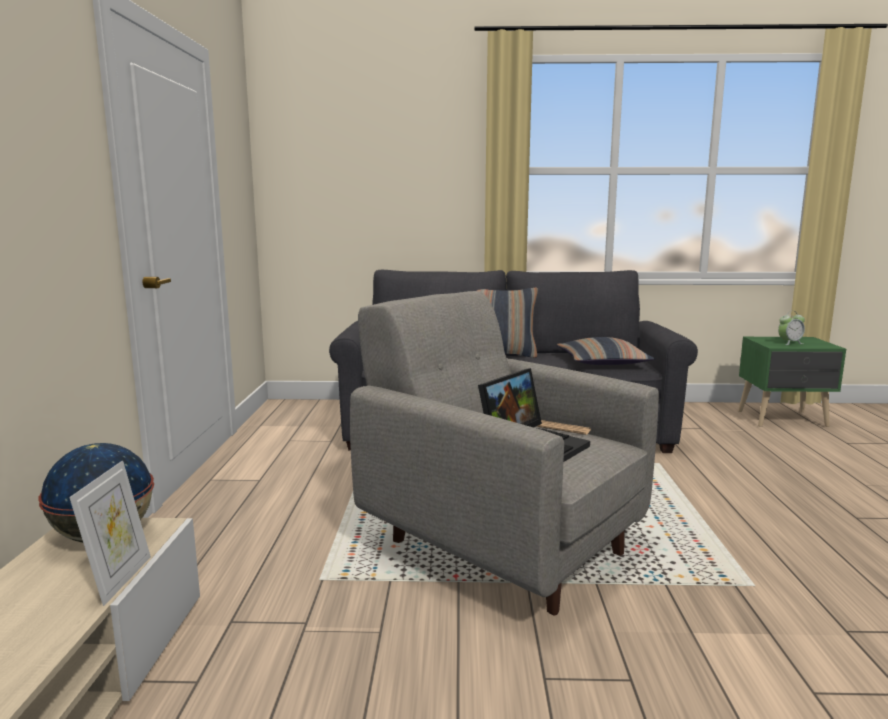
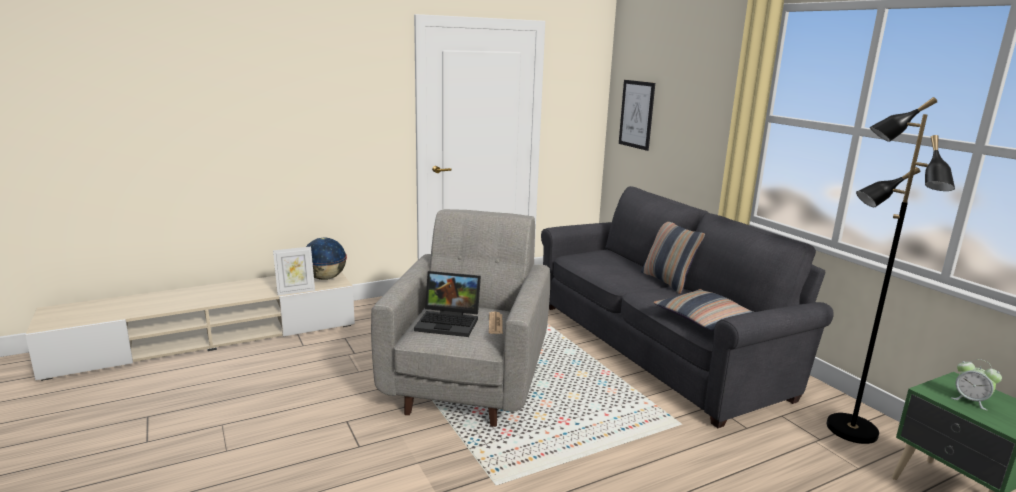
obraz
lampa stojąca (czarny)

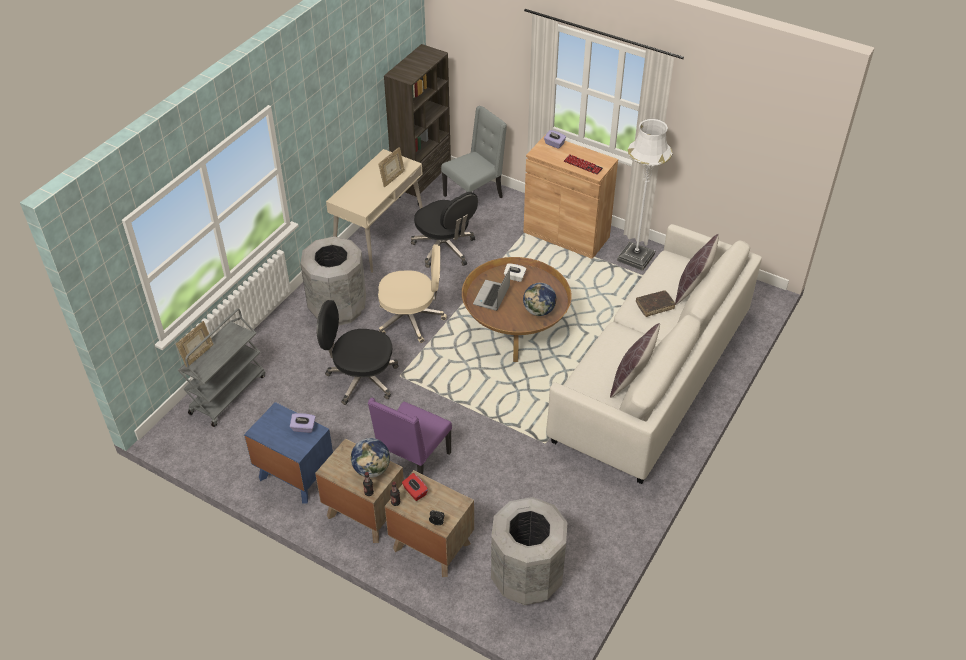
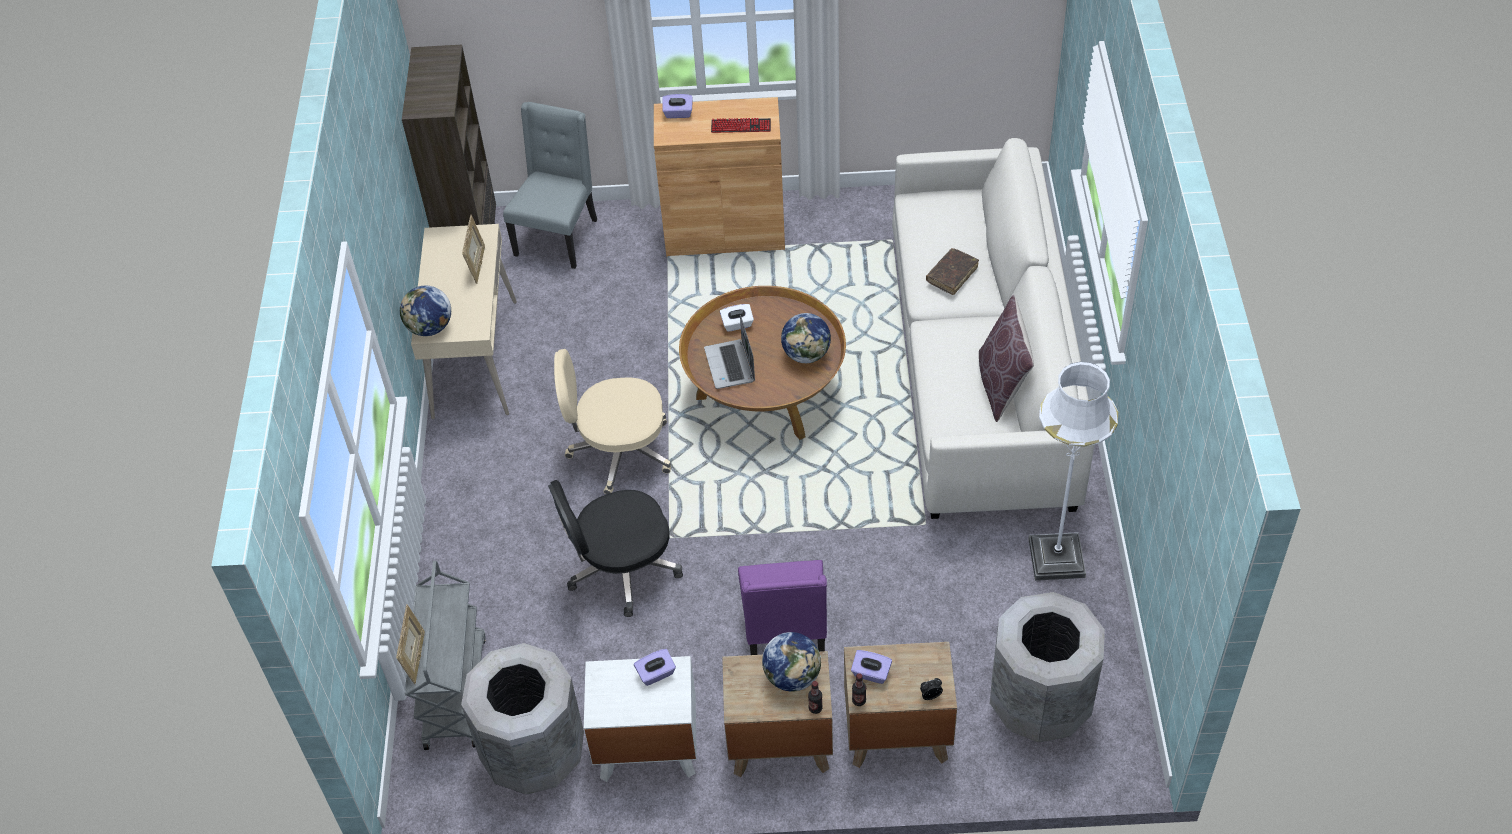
krzesło biurowe (czarny) (2nd from left in the first image)
poduszka (brązowy) (2nd from left in the first image)
globus (1st from left)
kosz na śmieci (szary) (1st from left)
lampa stojąca (biały)
szafka nocna (biały)
pudełko chusteczek (fioletowy) (3rd from left)
krzesło biurowe (beżowy)

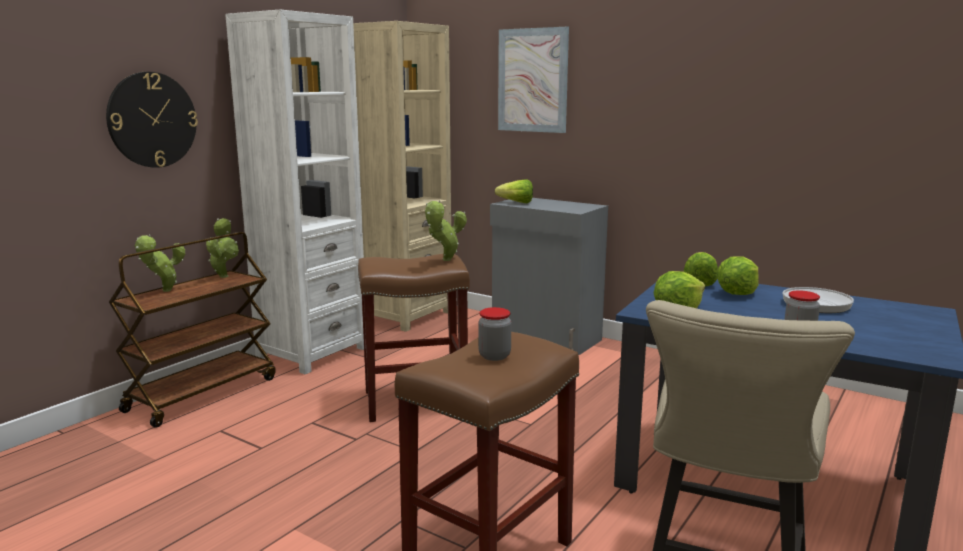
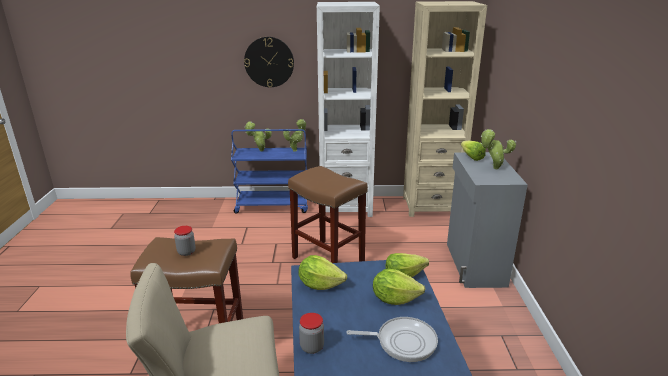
obraz
roślina doniczkowa (3rd from left)
wózek (niebieski)

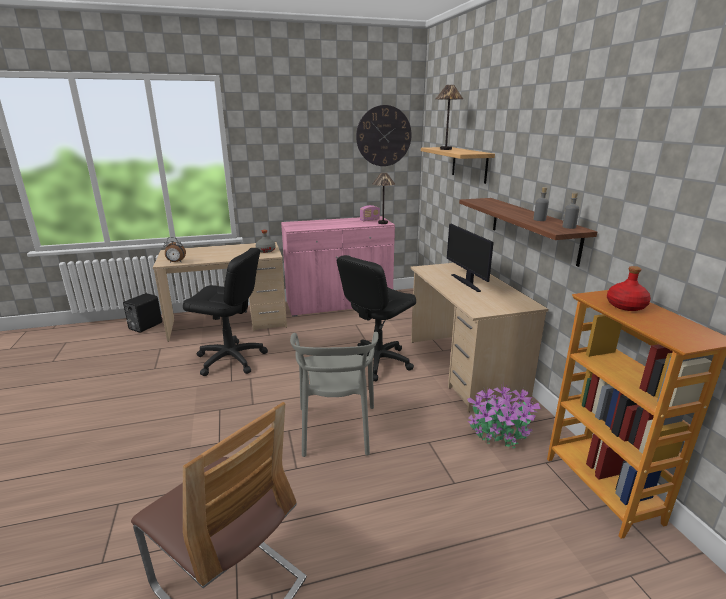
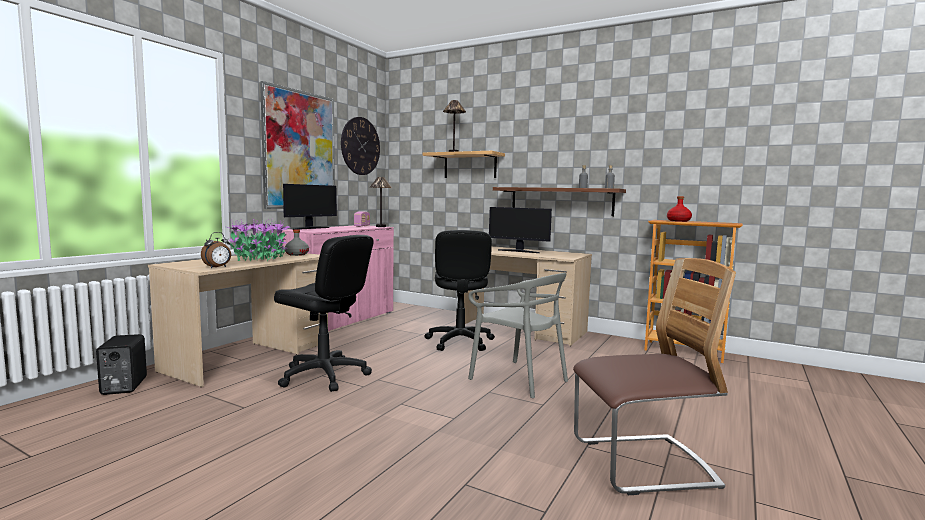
obraz
monitor (1st from left)
roślina doniczkowa
krzesło biurowe (czarny) (1st from left)

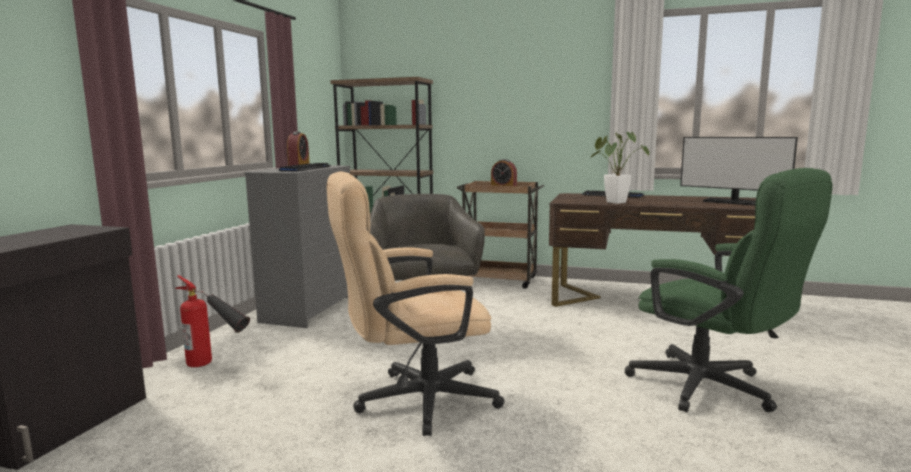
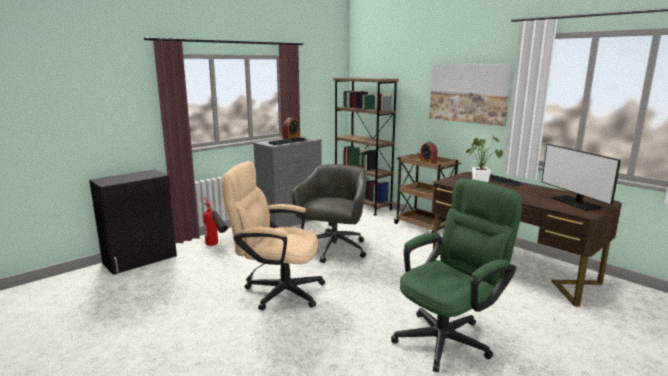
obraz
krzesło biurowe (zielony)

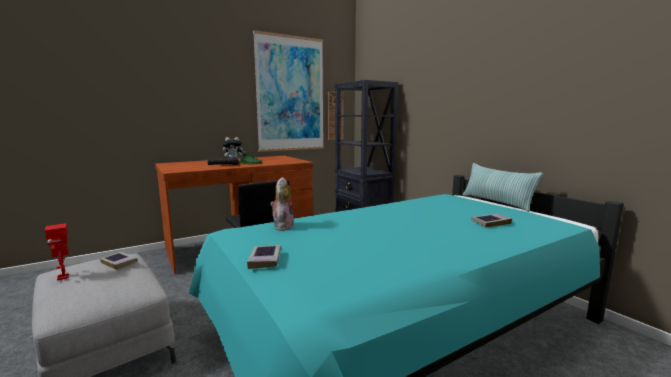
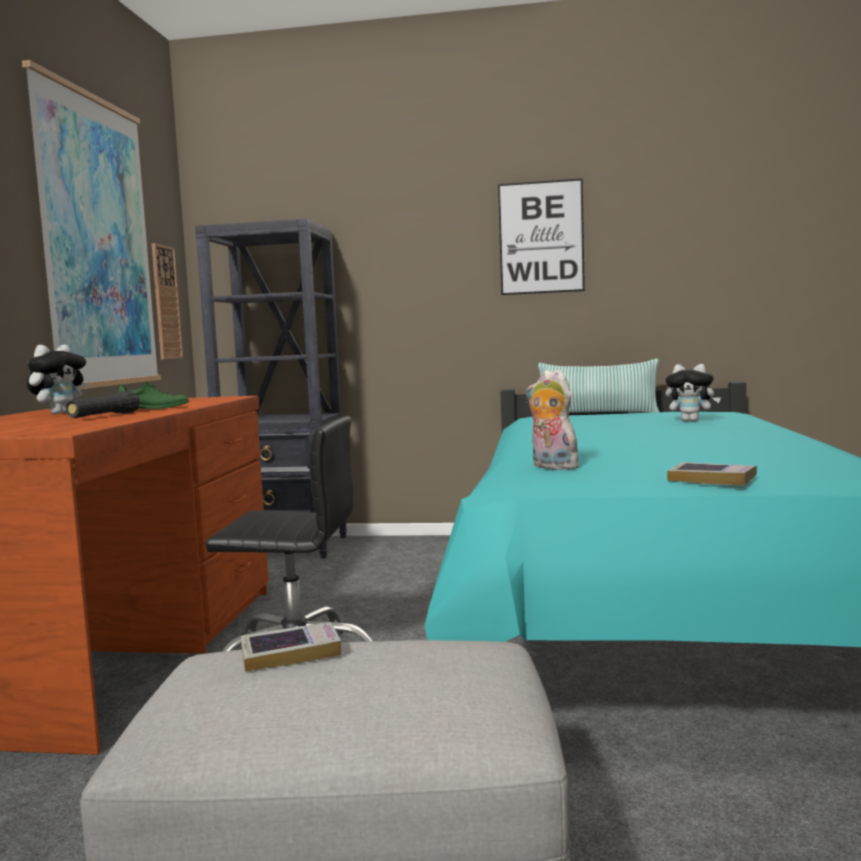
robot zabawkowy
obraz (2nd from left)
pluszak (3rd from left)

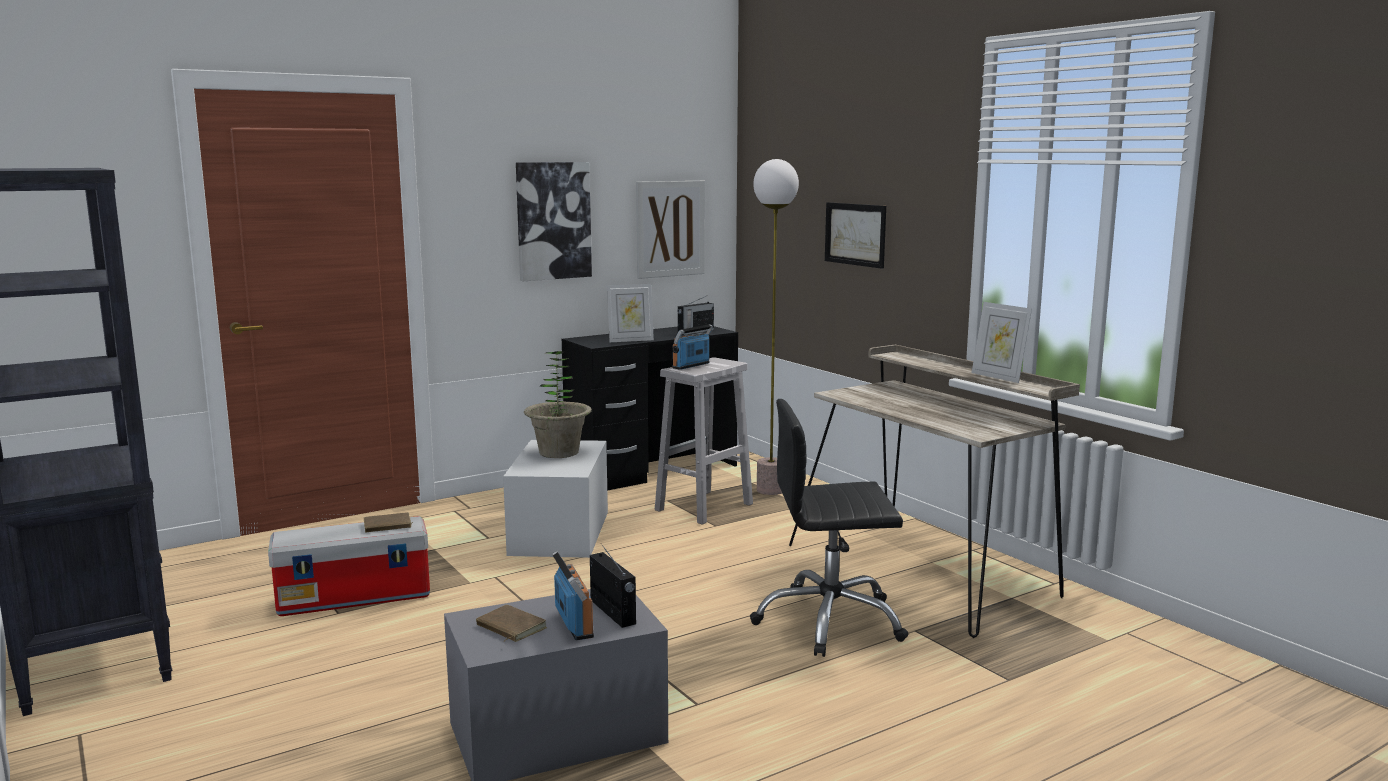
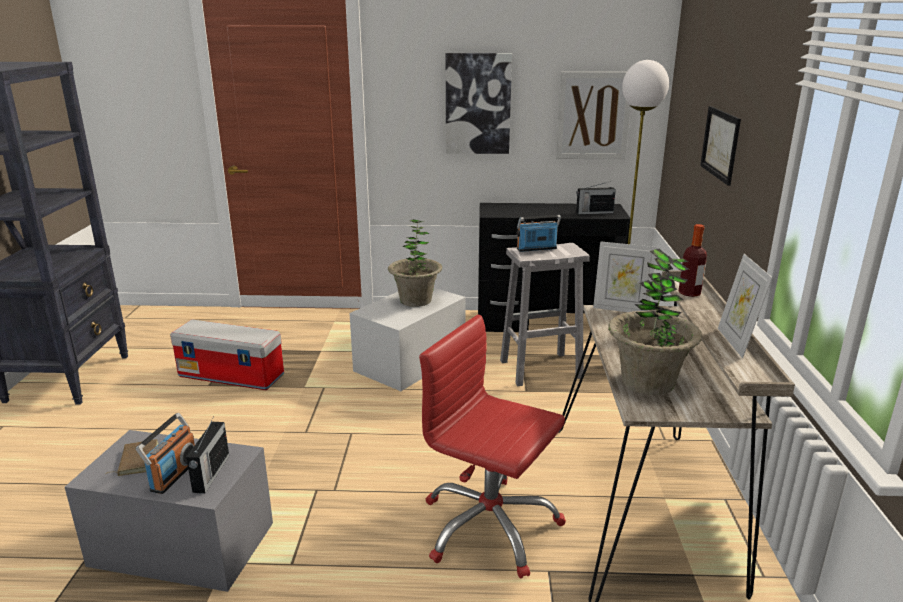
książka (brązowy) (1st from left in the first image)
roślina doniczkowa (2nd from left)
butelka
ramka na zdjęcie (1st from left)
krzesło biurowe (czerwony)

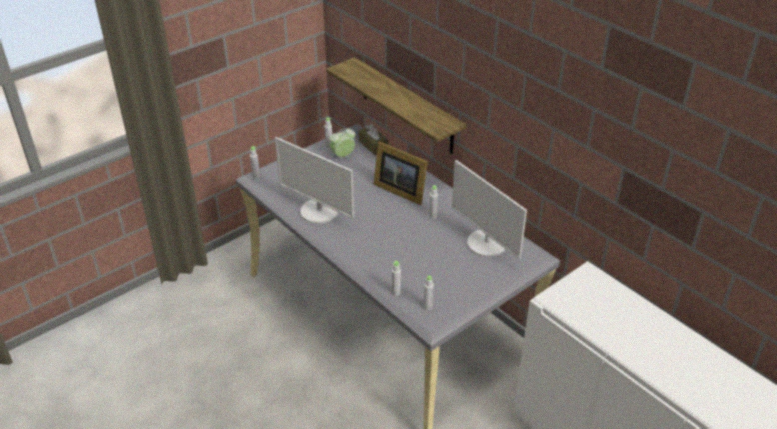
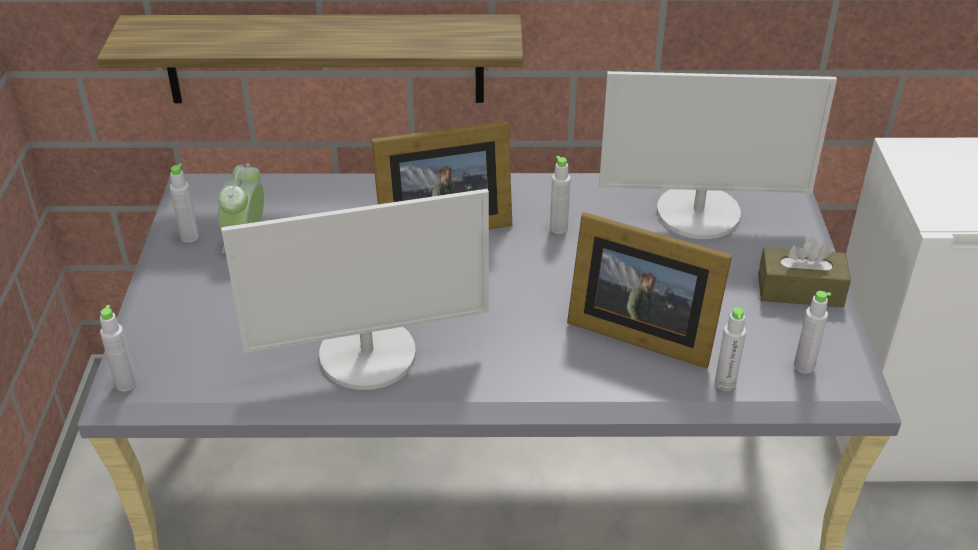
ramka na zdjęcie (2nd from left)
pudełko chusteczek (brązowy)

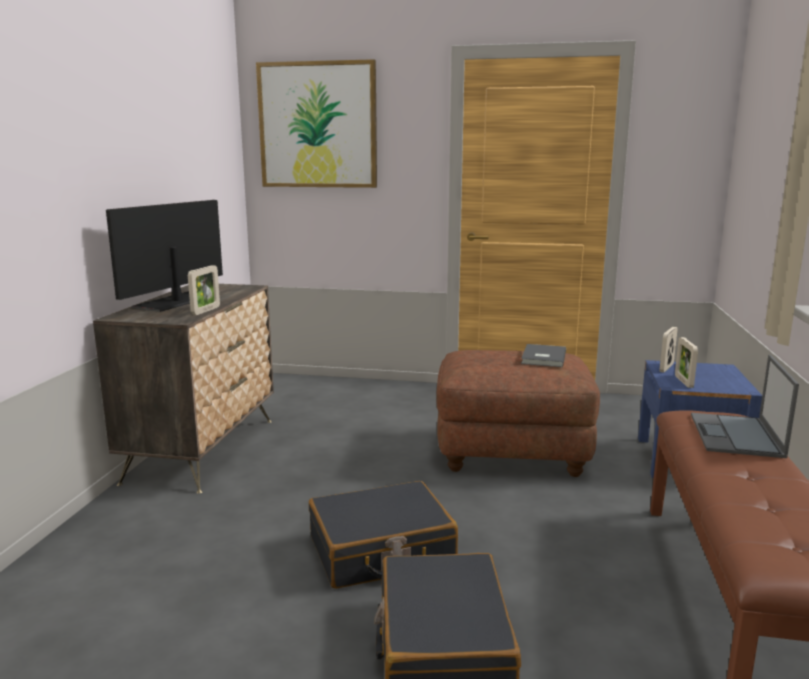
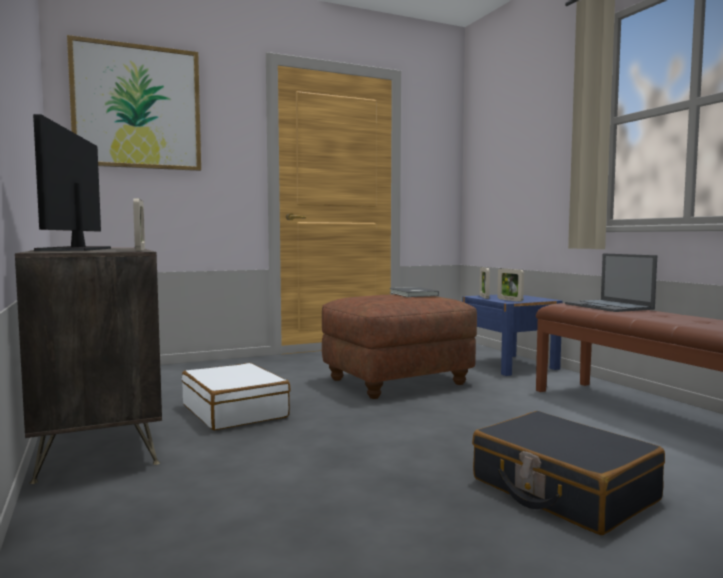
walizka (czarny) (1st from left in the first image)
walizka (biały)

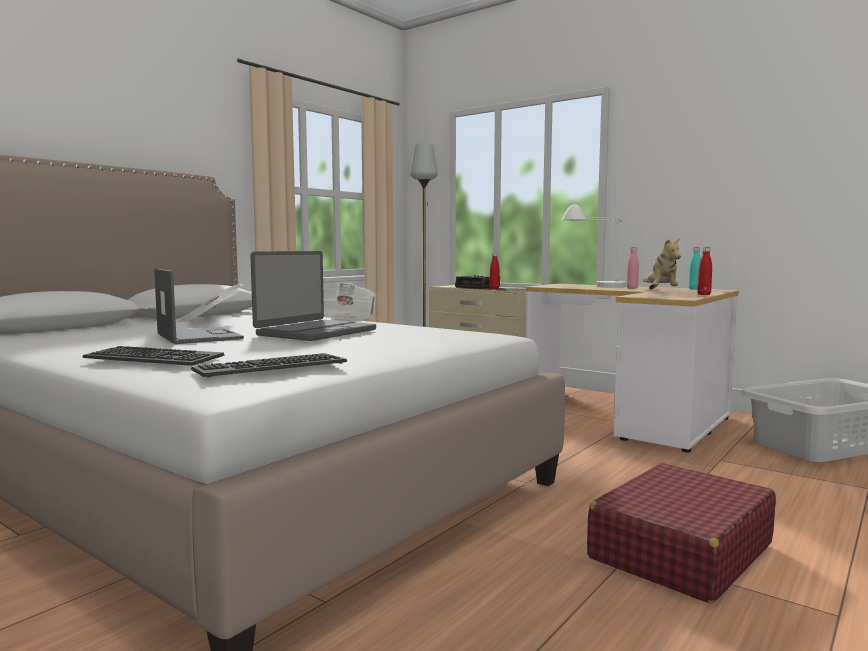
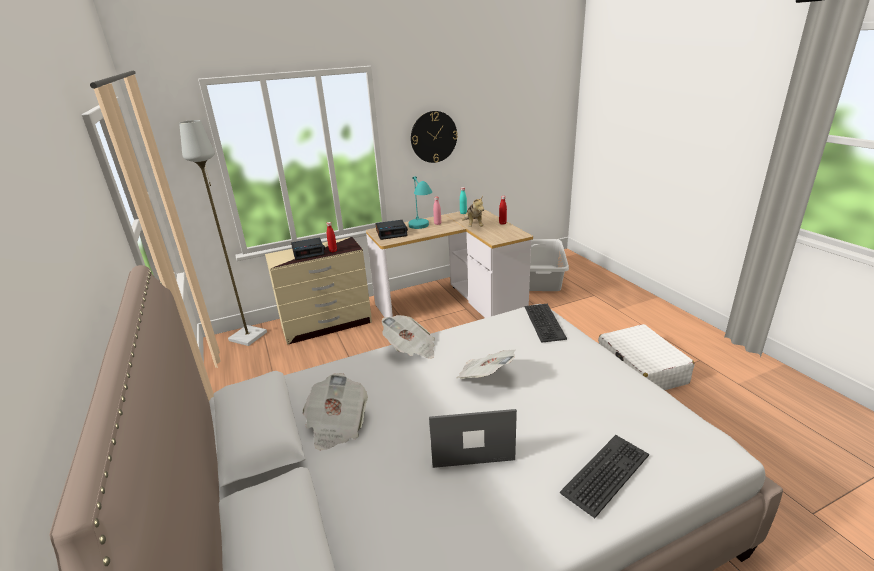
budzik (2nd from left)
zegar ścienny
klawiatura (1st from left)
gazeta (3rd from left)
lampa stołowa (turkusowy)
walizka (biały)
pluszak

